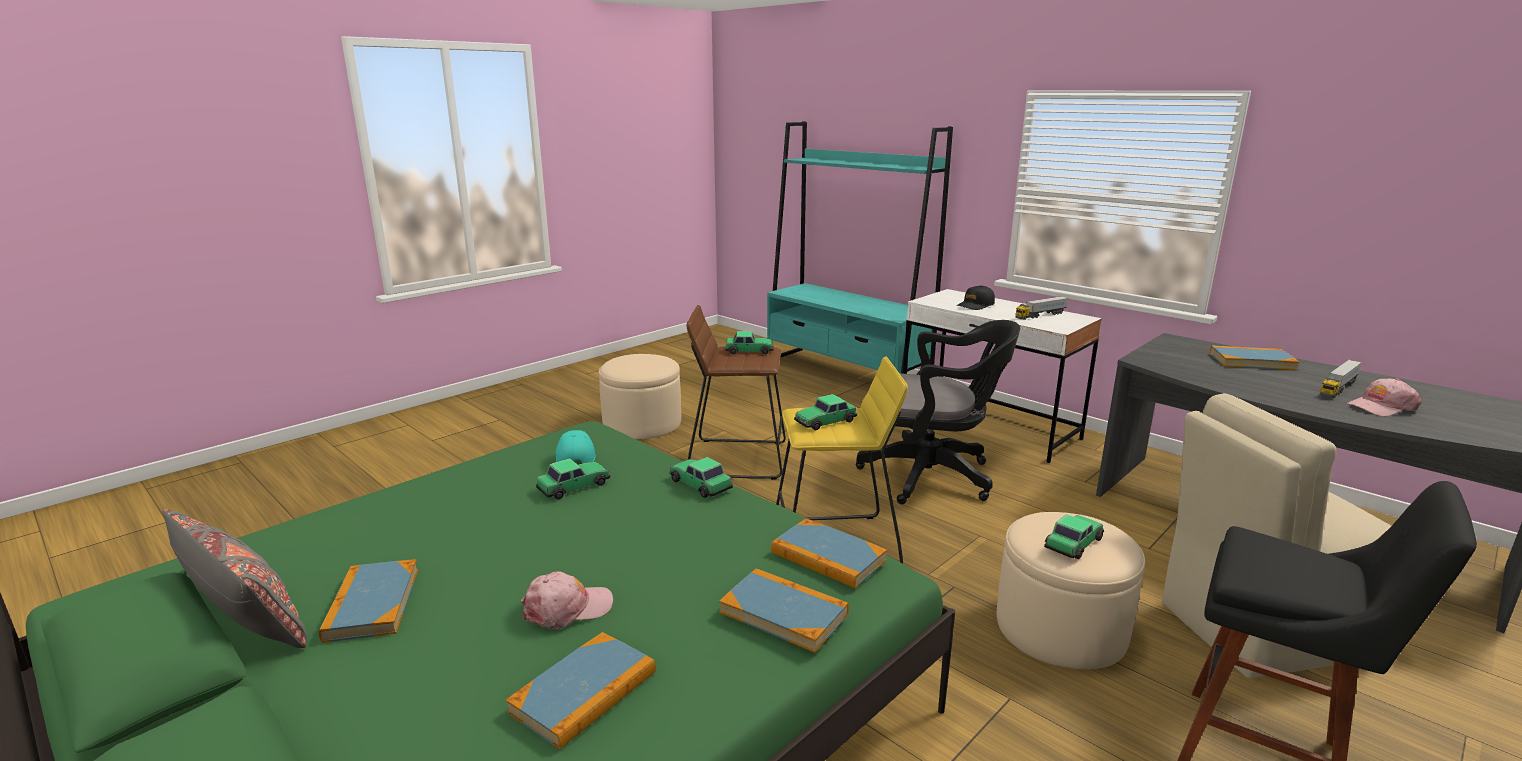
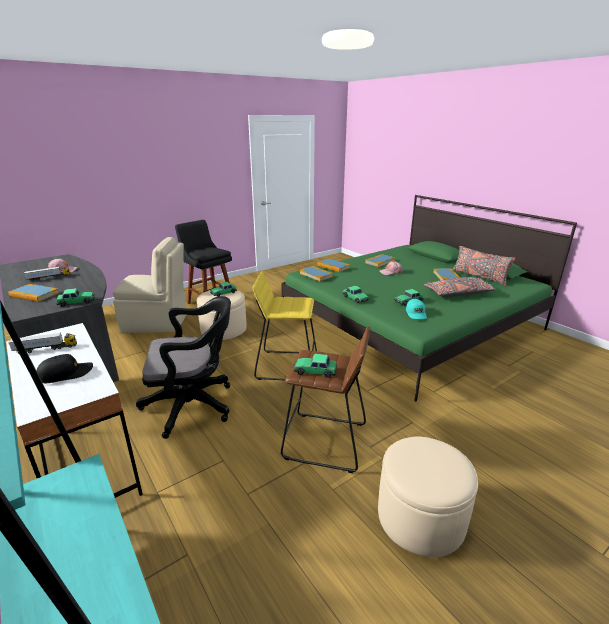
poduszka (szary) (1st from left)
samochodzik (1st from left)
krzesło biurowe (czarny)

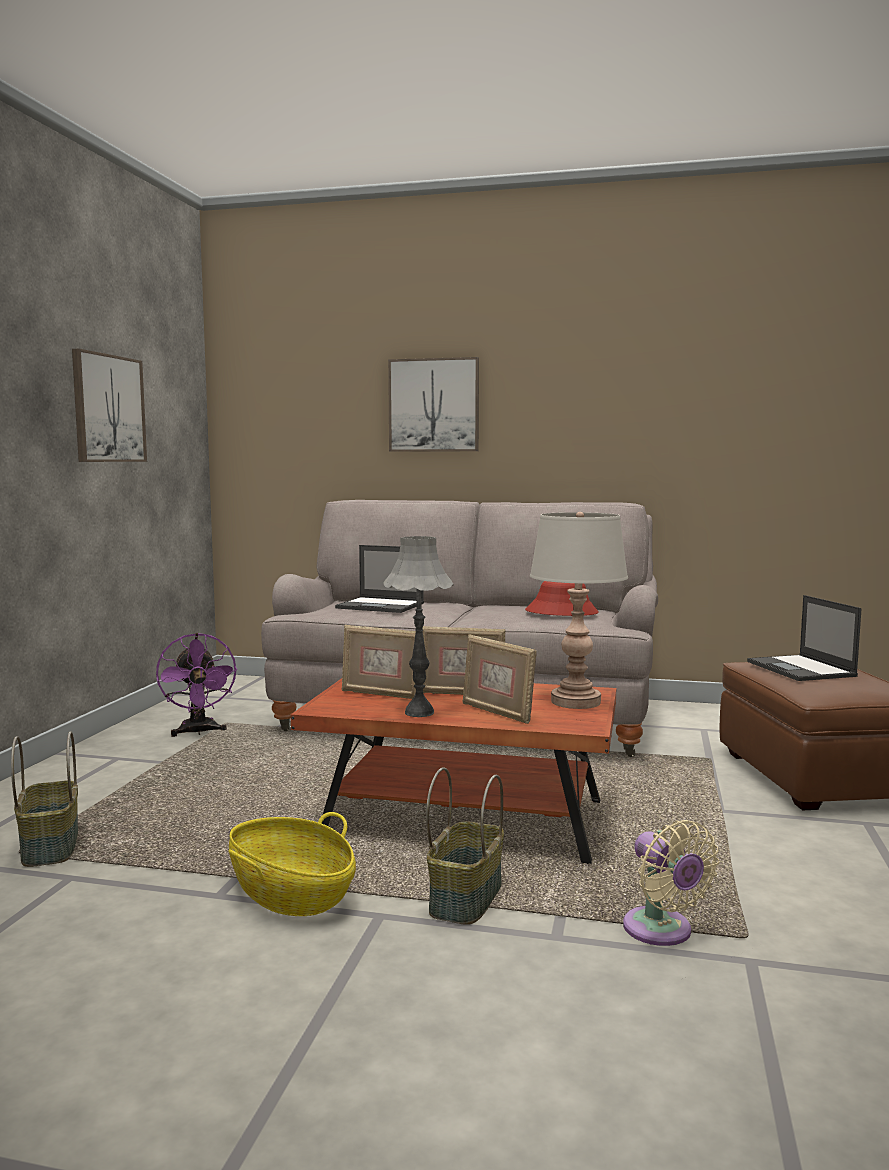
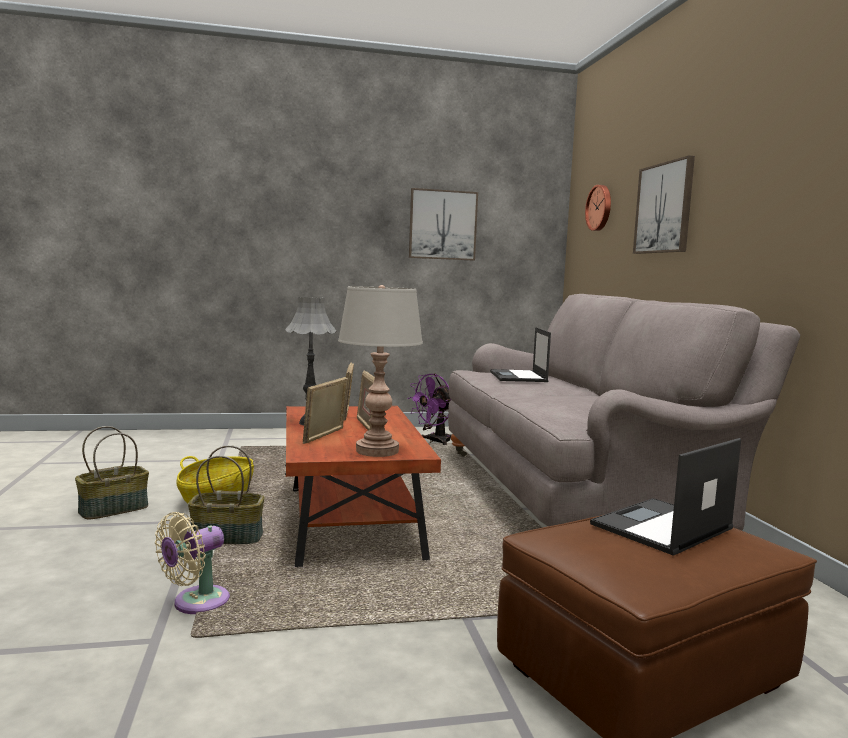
kapelusz (czerwony)
zegar ścienny
koszyk (1st from left)

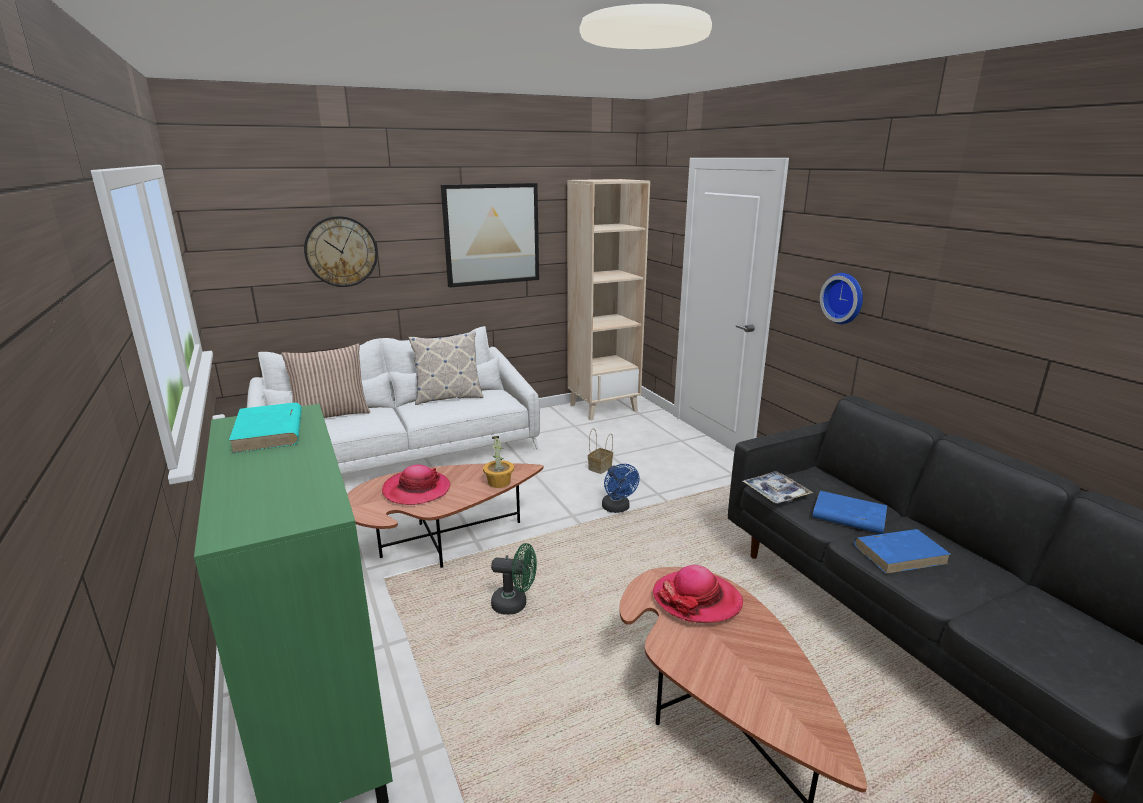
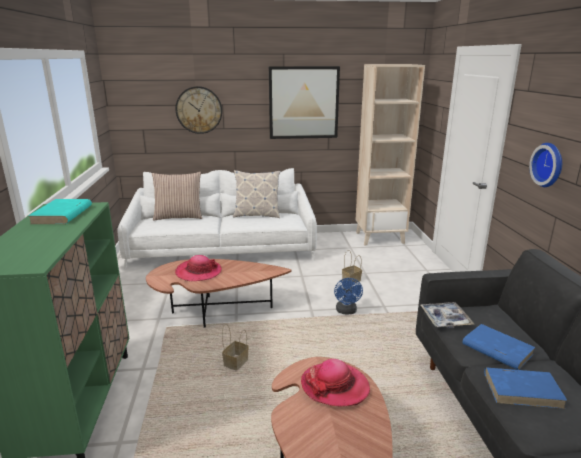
roślina doniczkowa
koszyk (1st from left)

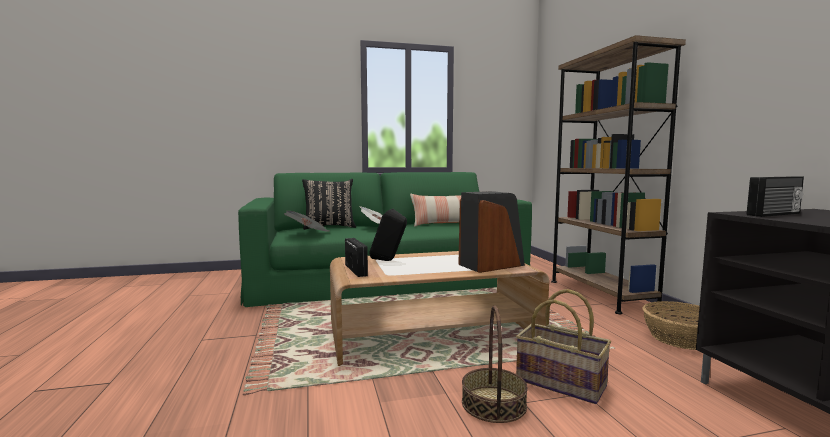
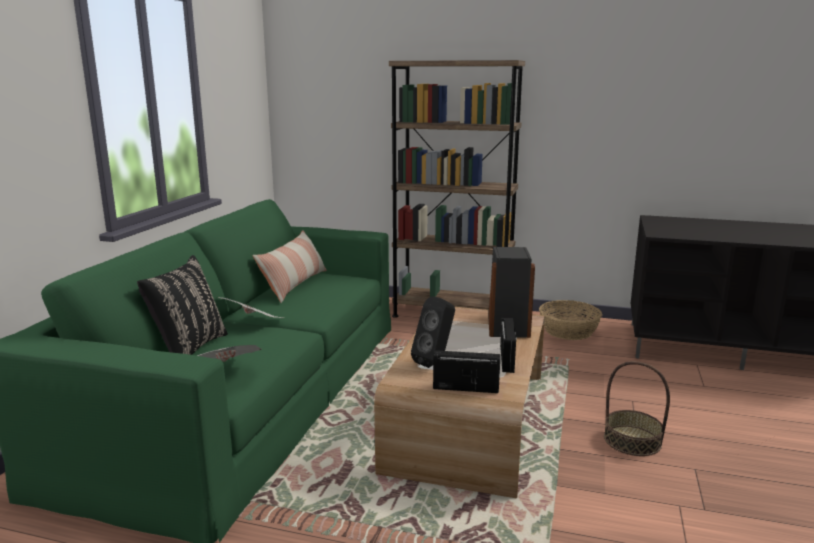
koszyk (2nd from left in the first image)
radio (2nd from left)

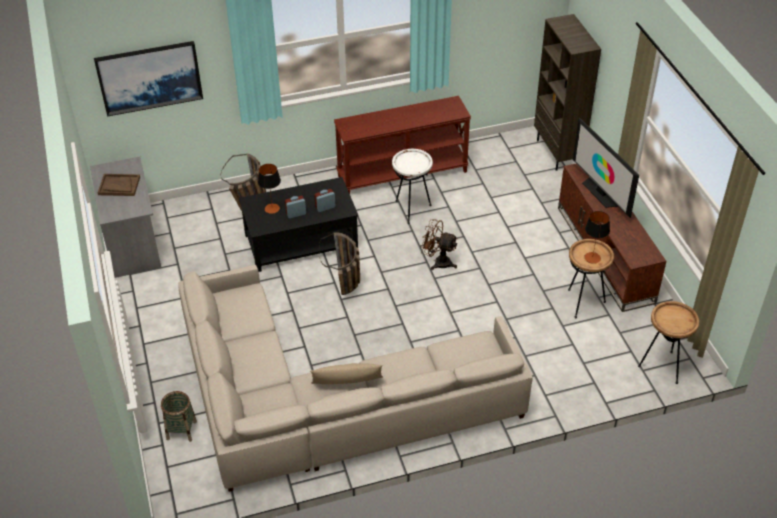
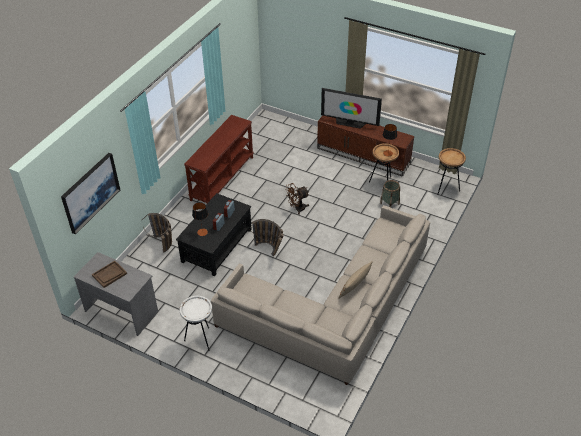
regał (brązowy)
koszyk (3rd from left)
stolik (biały)

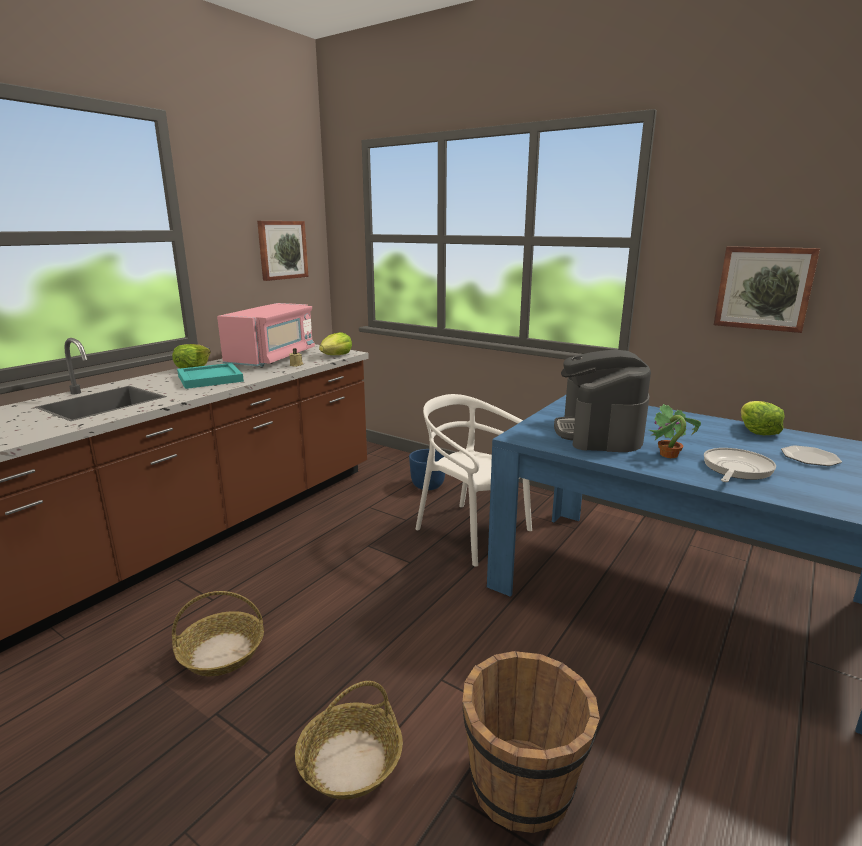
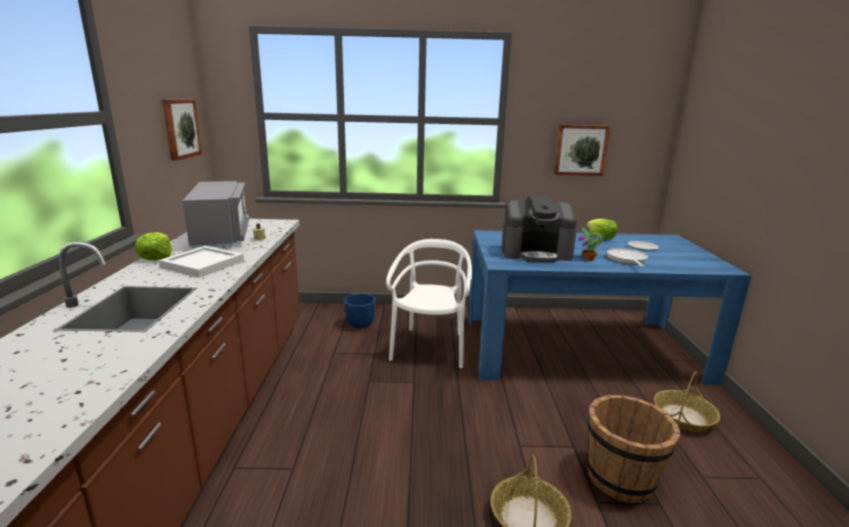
sałata (2nd from left in the first image)
koszyk (2nd from left)
taca (biały)
mikrofalówka (szary)
krzesło (biały)
ekspres do kawy

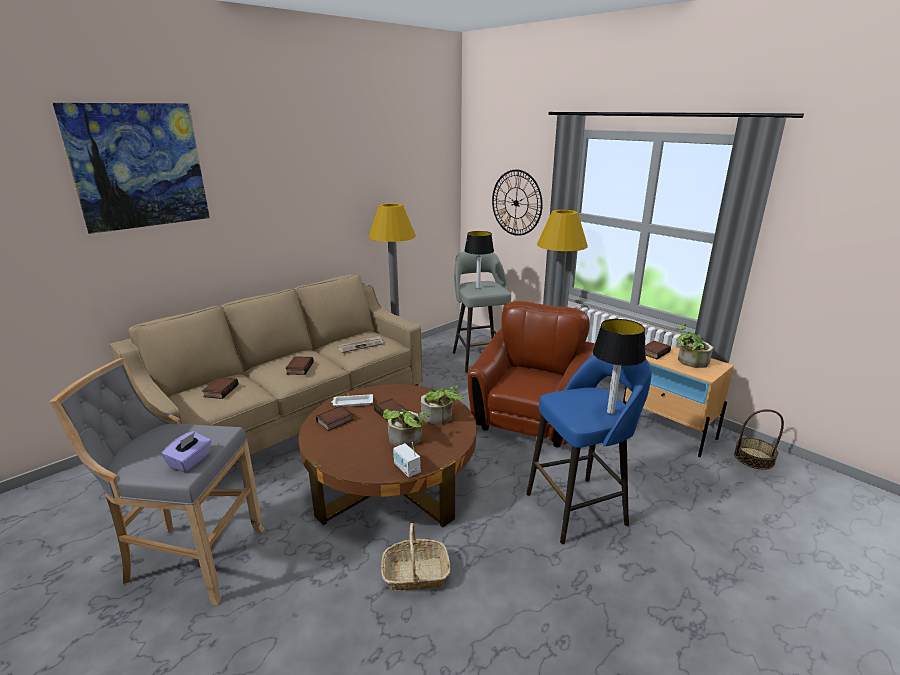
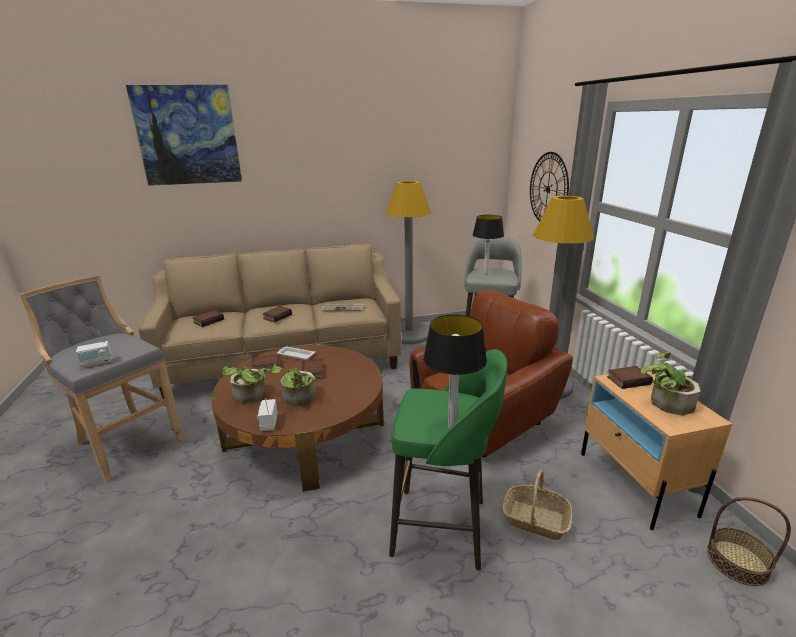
koszyk (1st from left)
roślina doniczkowa (1st from left)
radio (1st from left)
stołek (zielony)

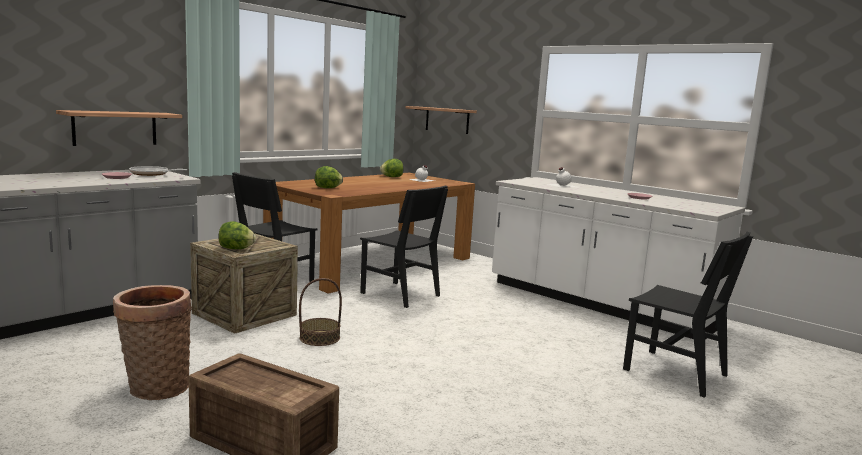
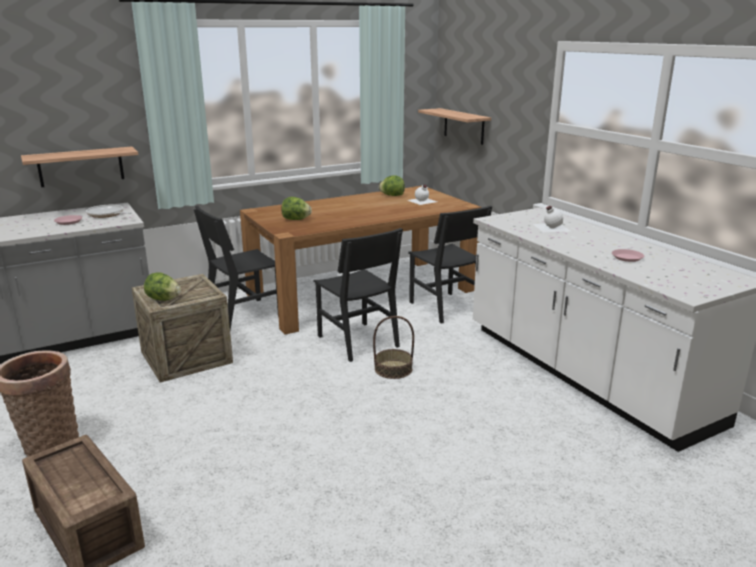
koszyk (2nd from left)
krzesło (czarny) (3rd from left)

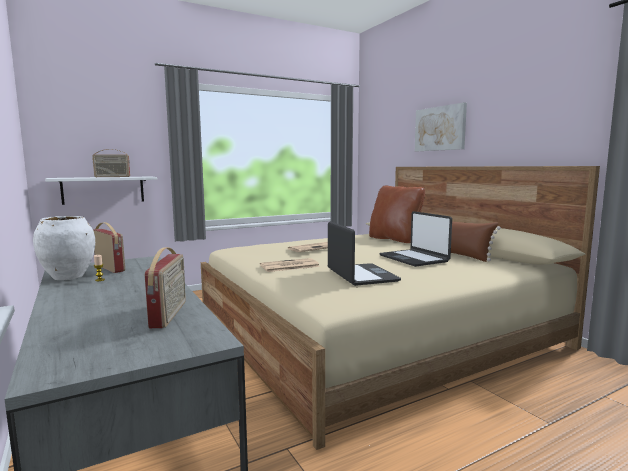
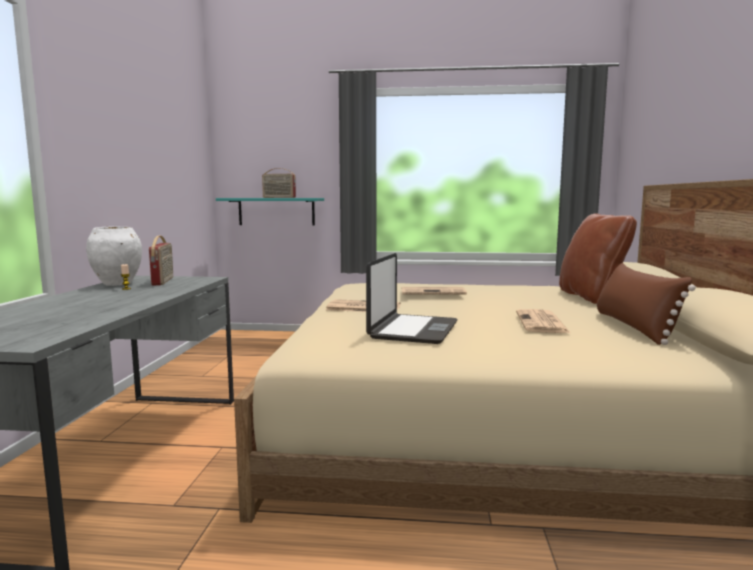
radio (3rd from left in the first image)
obraz
gazeta (3rd from left)
półka (turkusowy)

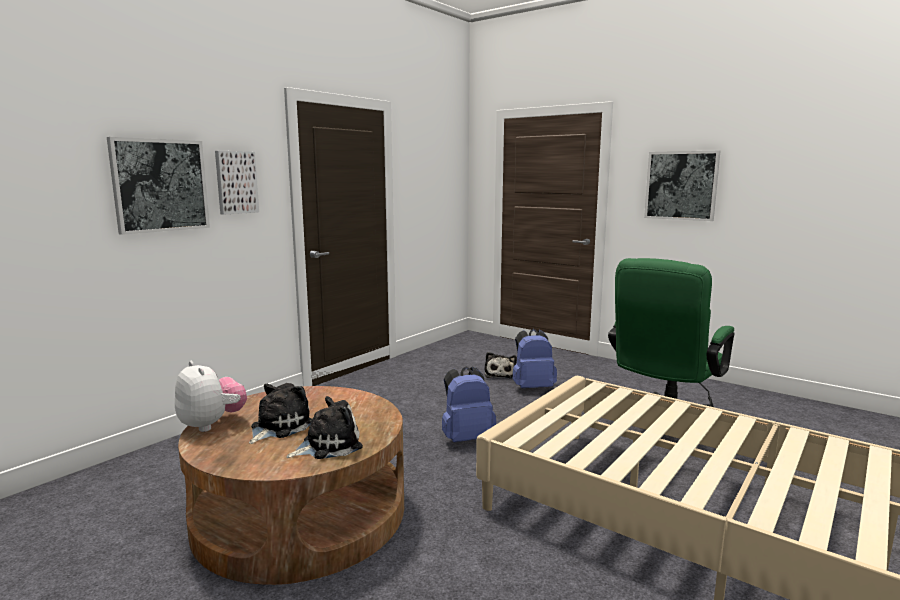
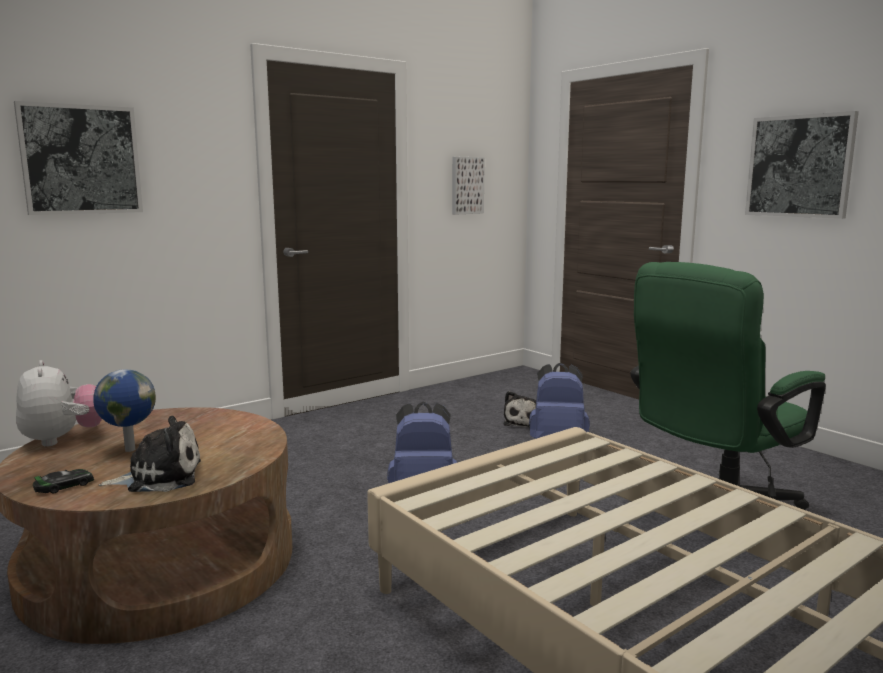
samochodzik
obraz (2nd from left)
globus

